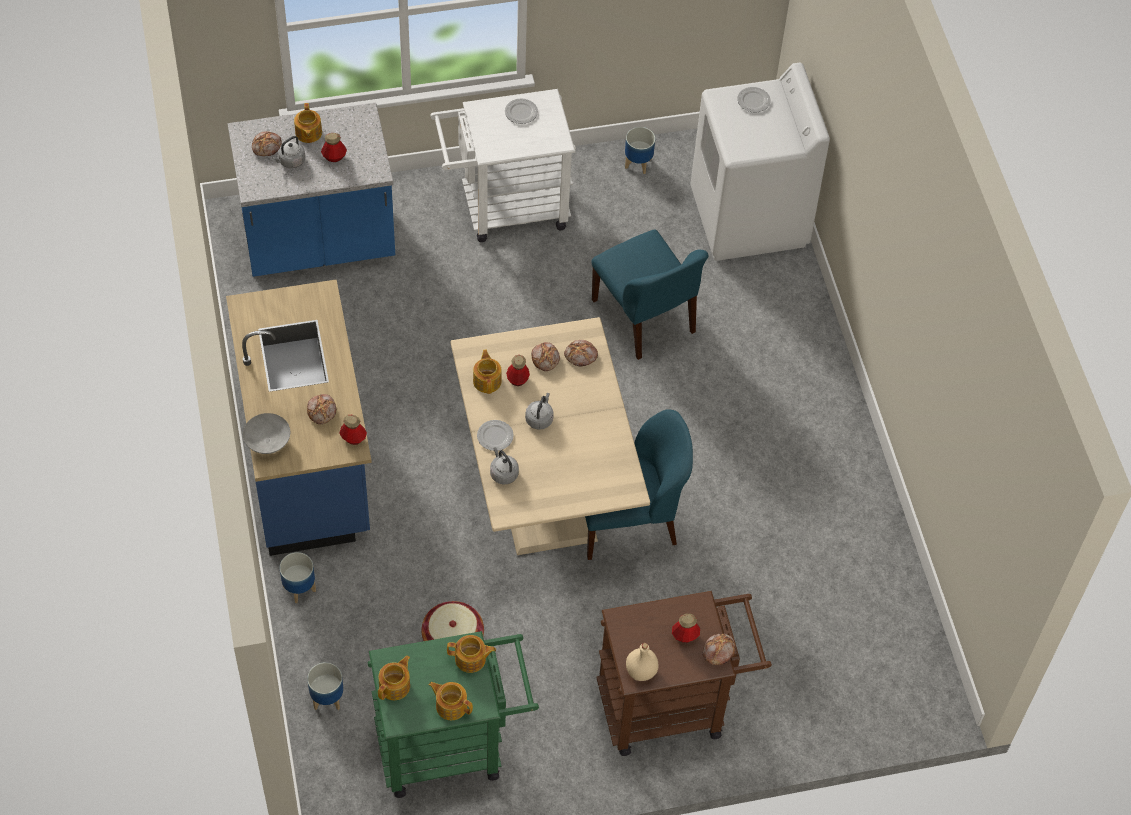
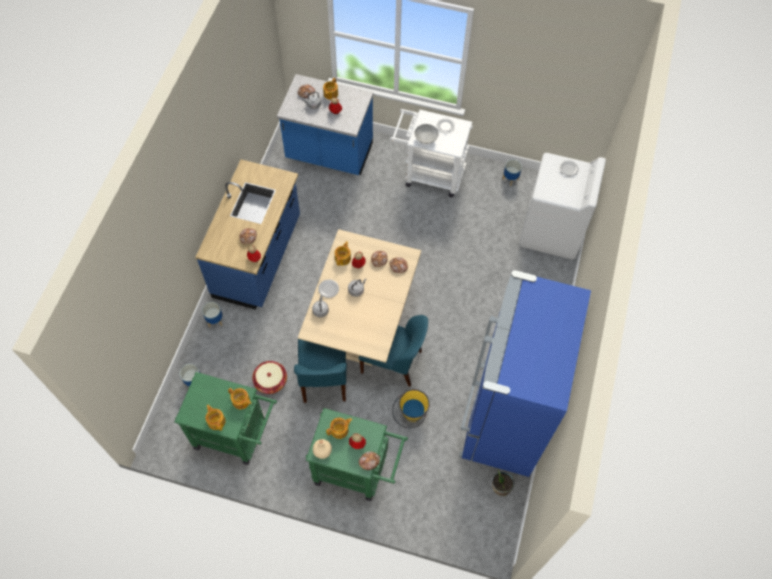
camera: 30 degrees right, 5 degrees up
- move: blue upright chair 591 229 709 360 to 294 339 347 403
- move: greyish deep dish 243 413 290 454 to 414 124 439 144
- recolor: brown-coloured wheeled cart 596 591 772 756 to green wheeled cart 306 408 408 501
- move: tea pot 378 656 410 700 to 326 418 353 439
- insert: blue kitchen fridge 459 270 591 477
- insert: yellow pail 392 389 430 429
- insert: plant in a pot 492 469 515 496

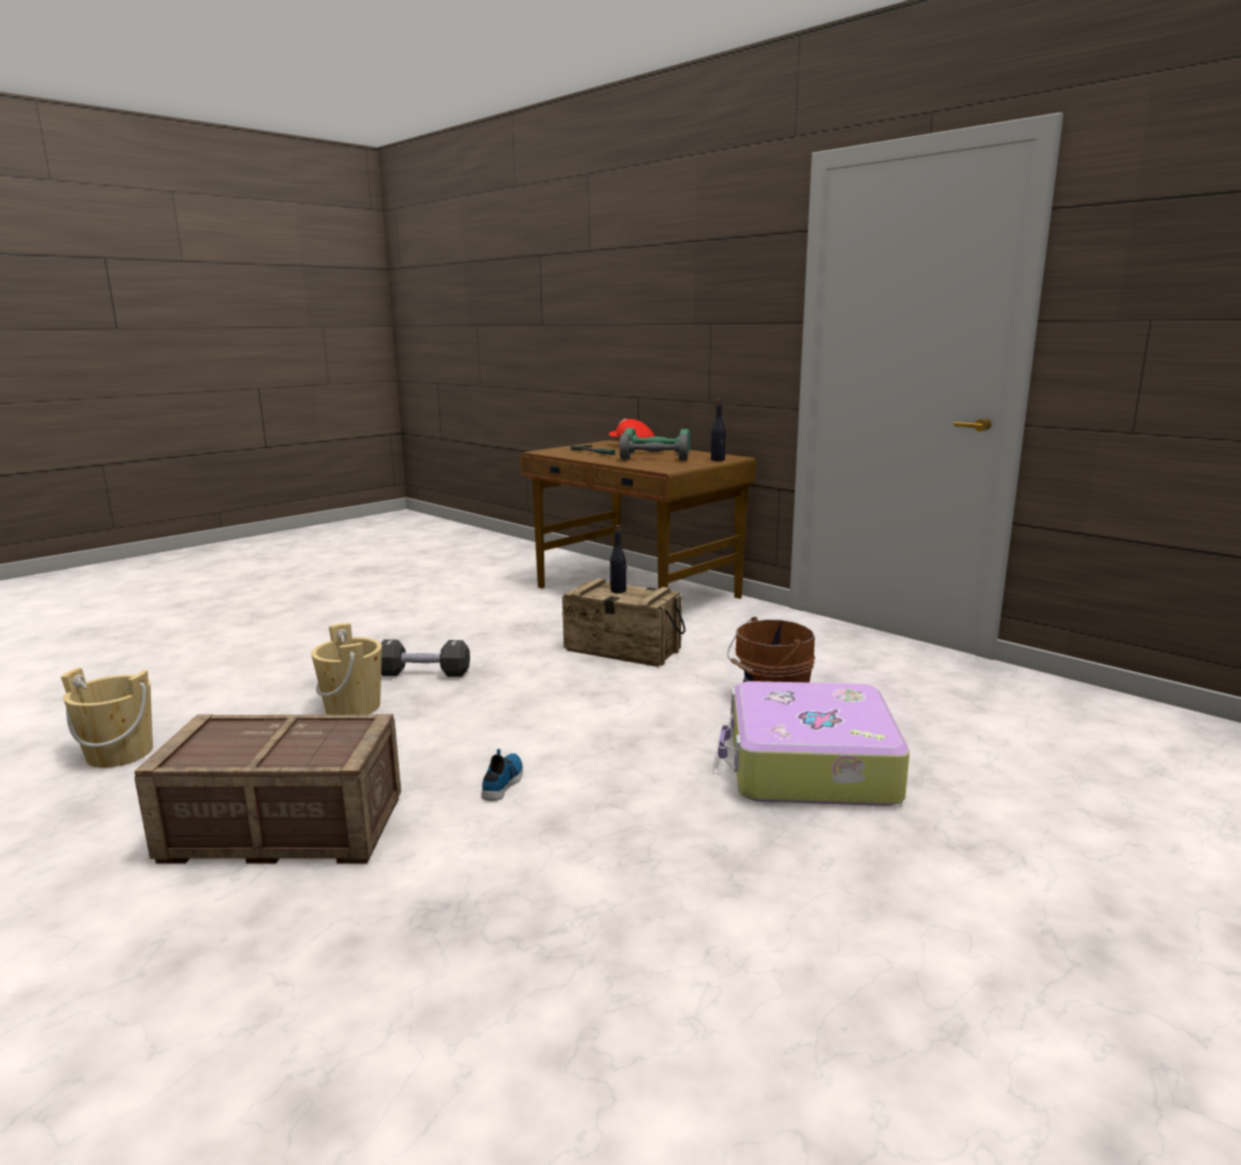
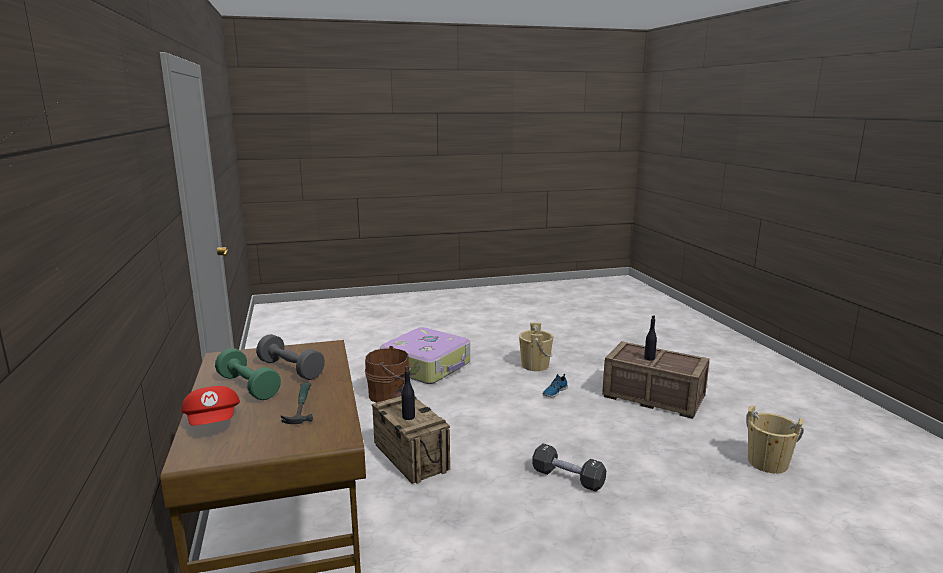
camera: 150 degrees left, 0 degrees up
- move: black beverage bottle 711 398 726 461 to 644 315 657 360
- move: beige-coloured pail 311 623 382 715 to 519 322 553 371

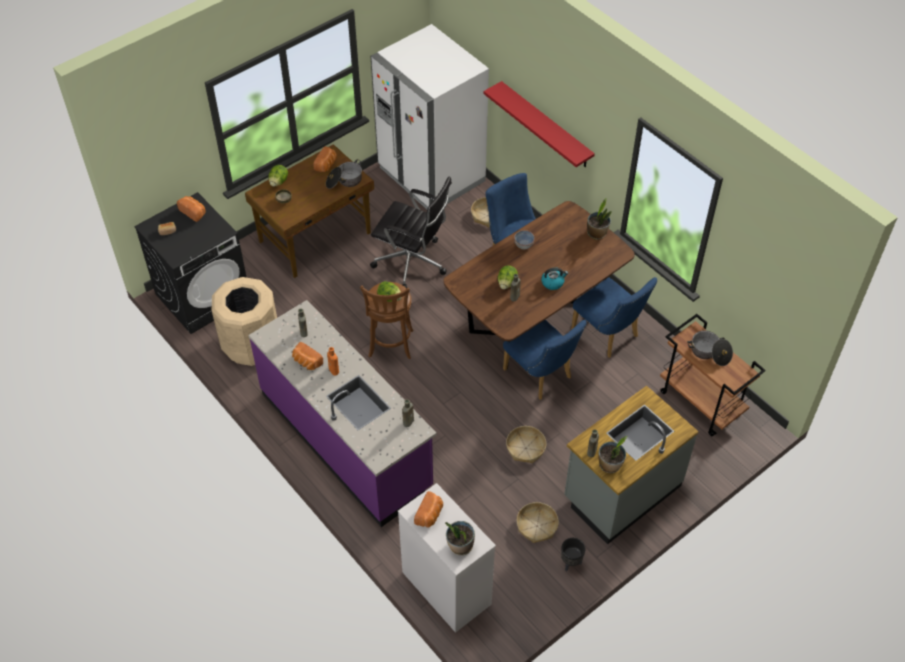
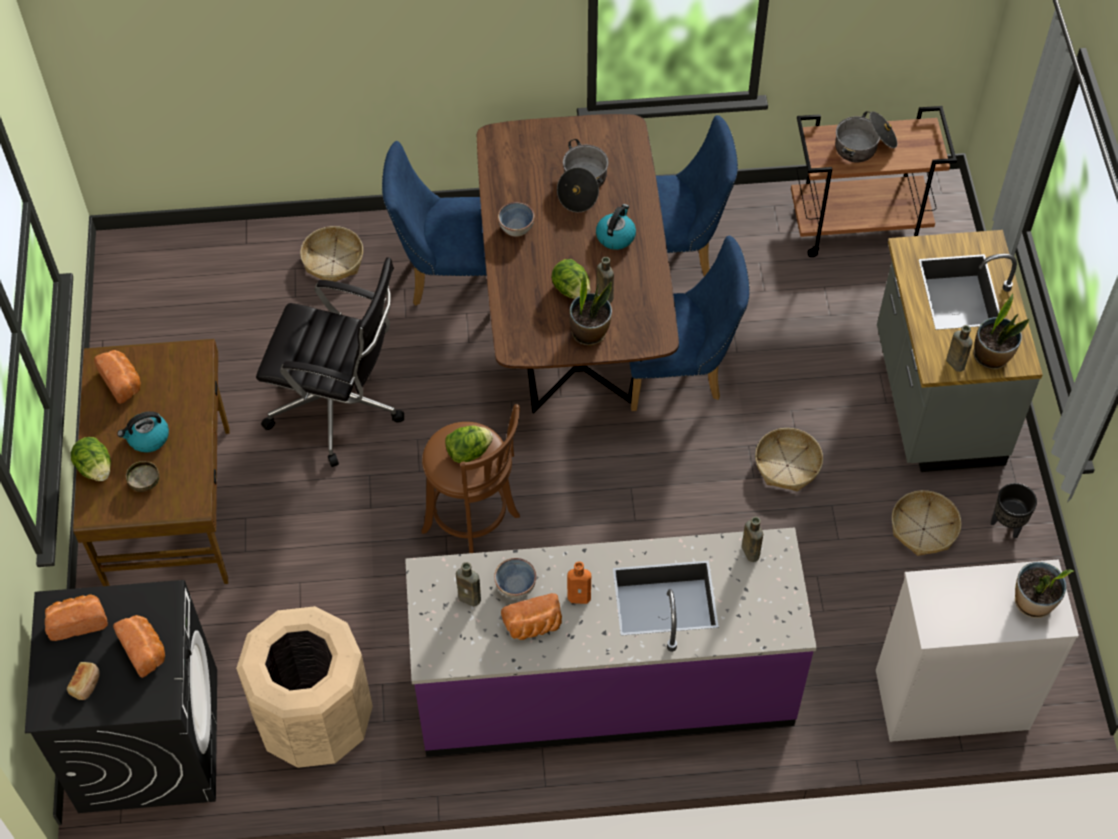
camera: 55 degrees left, 5 degrees up
- delete: white kitchen fridge 371 24 489 209
- delete: reddish bracket shelf 483 81 595 167
- move: cooking pot 326 159 362 189 to 557 139 609 212
- rotate: black office chair 370 176 452 288 = 256 257 404 467 45 degrees clockwise
- move: plant in a pot 587 198 612 240 to 569 271 612 346
- move: bakery bread 414 491 443 527 to 113 615 165 678
- insert: kettle 117 411 169 453
- insert: deep dish 494 558 536 599

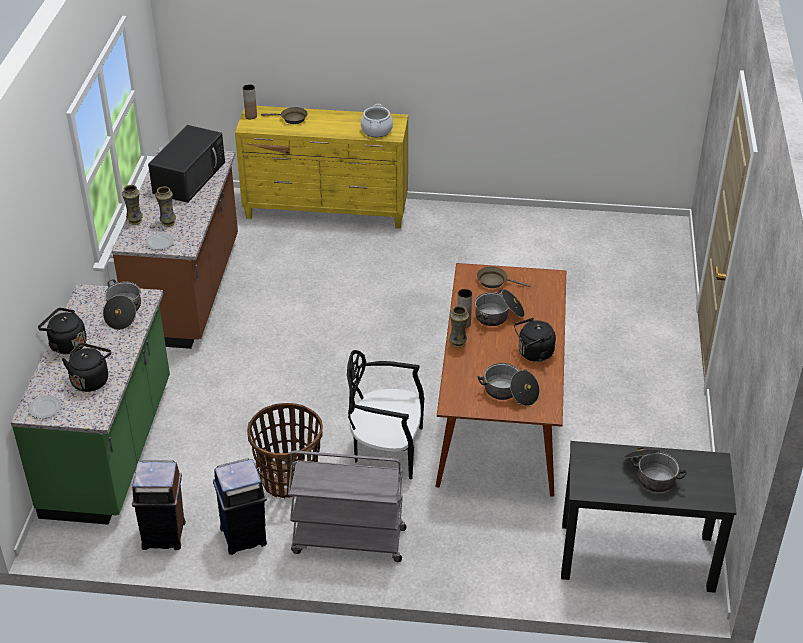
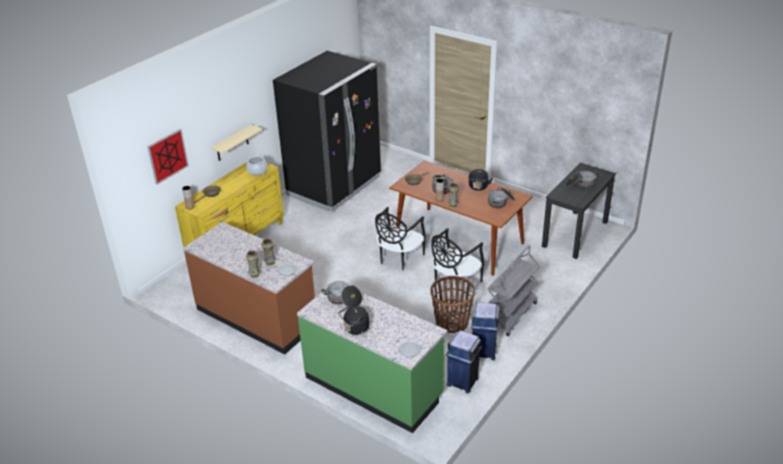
camera: 60 degrees left, 5 degrees down
- delete: black microwave oven 148 125 225 203
- delete: black kettle 62 343 111 392
- recolor: brown-coloured waste bin 132 460 186 550 to blue waste bin 446 330 482 393
- insert: black kitchen fridge 273 51 381 212
- insert: beige-coloured bracket shelf 211 124 262 161
- insert: wall art 147 129 189 184
- insert: black upright chair 375 207 425 270

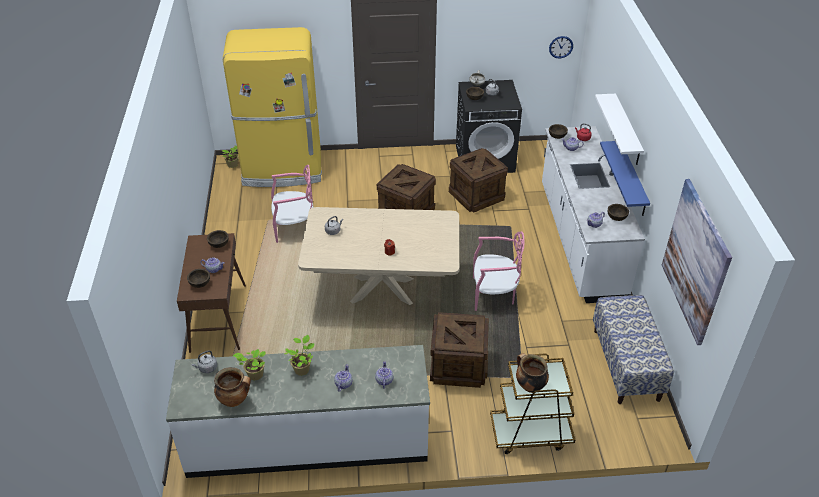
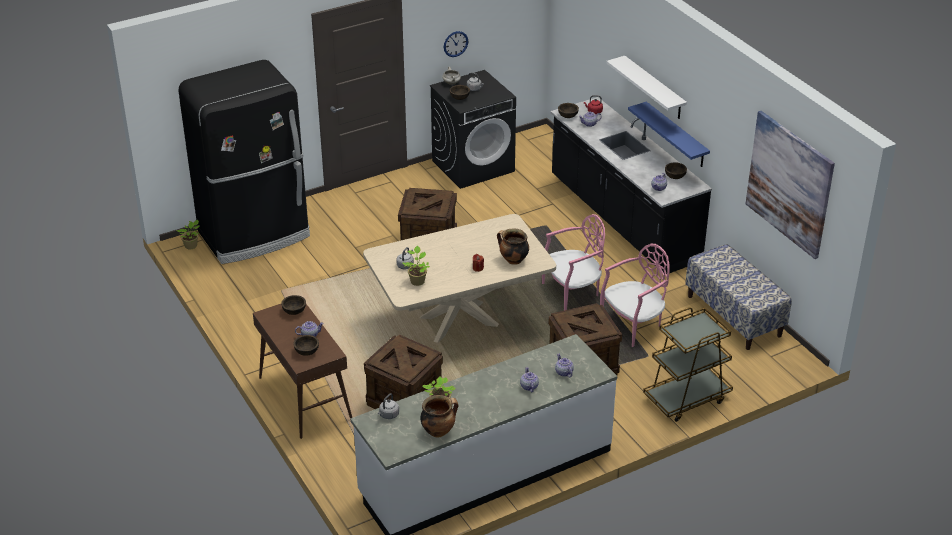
camera: 25 degrees left, 5 degrees down
- recolor: yellow kitchen fridge 223 27 322 187 to black kitchen fridge 179 60 310 264
- move: wall clock 549 36 573 59 to 444 31 468 57
- recolor: white kitchen base unit 542 126 645 303 to black kitchen base unit 550 97 712 274
- move: crate 449 148 508 212 to 364 335 443 409
- move: pink-coloured upright chair 271 165 313 243 to 600 244 670 347
- move: plant in a pot 284 335 315 376 to 403 246 430 286
- move: cooking pot 516 353 549 393 to 497 228 529 265

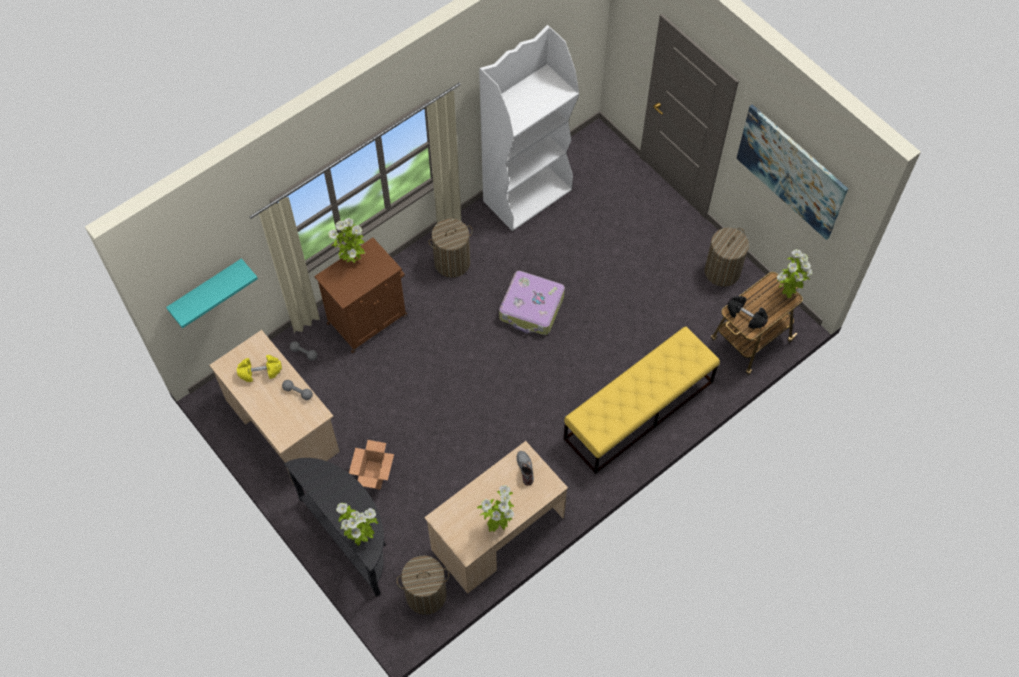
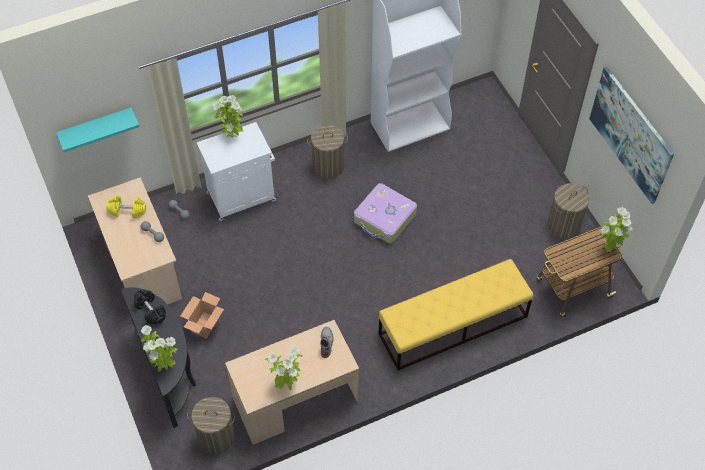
camera: 15 degrees right, 5 degrees down
- recolor: brown-coloured storage cabinet 314 238 407 353 to white storage cabinet 197 122 276 221
- move: black dumbbell 727 296 768 329 to 134 289 166 325

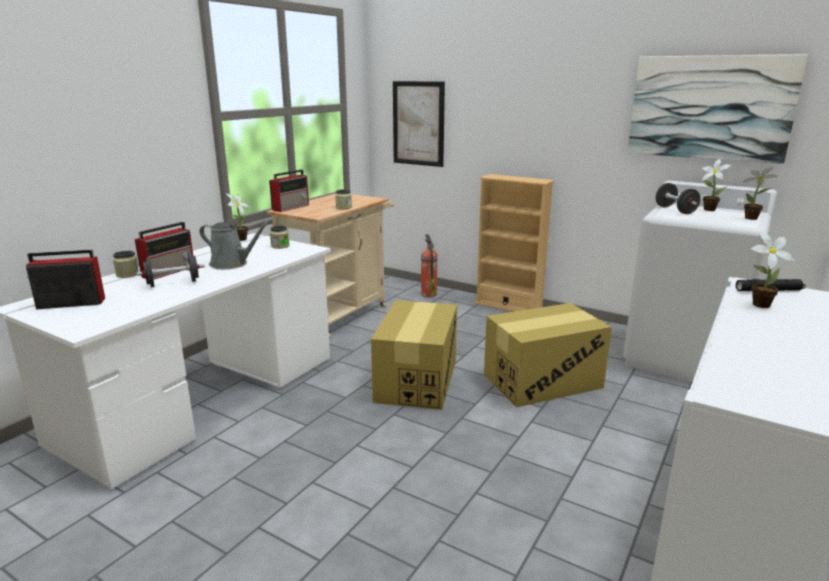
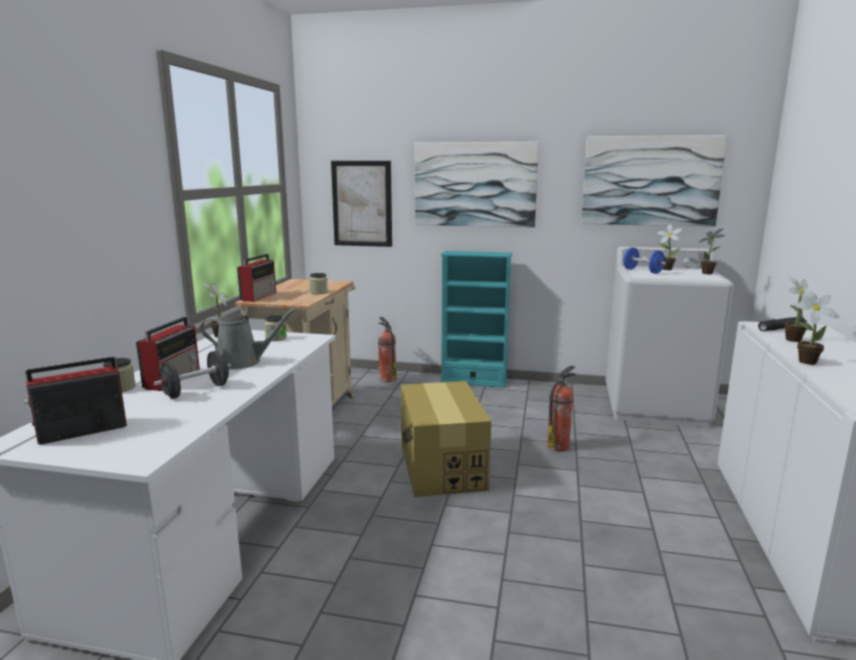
camera: 20 degrees left, 5 degrees down
- recolor: beige-coloured shelving unit 475 174 554 312 to blue-green shelving unit 440 251 512 388
- recolor: black dumbbell 655 183 701 214 to blue dumbbell 623 248 666 274
- replace: cardboard box 484 303 612 407 to extinguisher 547 366 576 452
- insert: wall art 415 142 539 227
- insert: plant in a pot 794 289 839 365

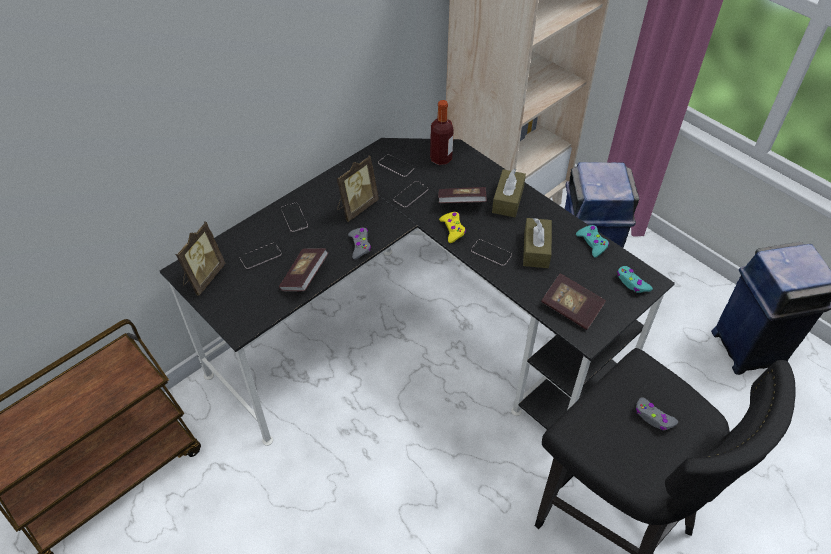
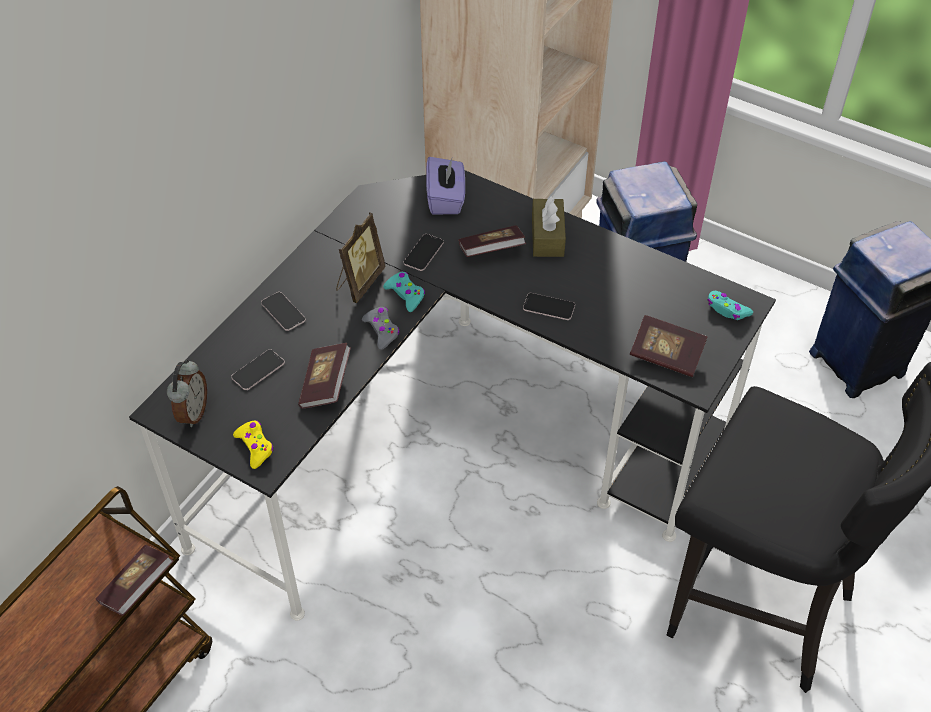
camera: 15 degrees left, 0 degrees up
- replace: beverage bottle 430 100 454 165 to purple tissue holder 426 157 465 215
- delete: handset 378 154 414 177
- move: yellow game controller 439 212 466 243 to 233 421 273 469
- delete: brown-coloured tissue holder 523 218 552 268
- replace: standing frame 176 221 225 296 to bedside clock 167 359 207 427
- move: blue-green game controller 576 225 609 258 to 383 272 425 312
- delete: greyish game controller 636 397 678 431
- insert: volume 96 545 174 616

